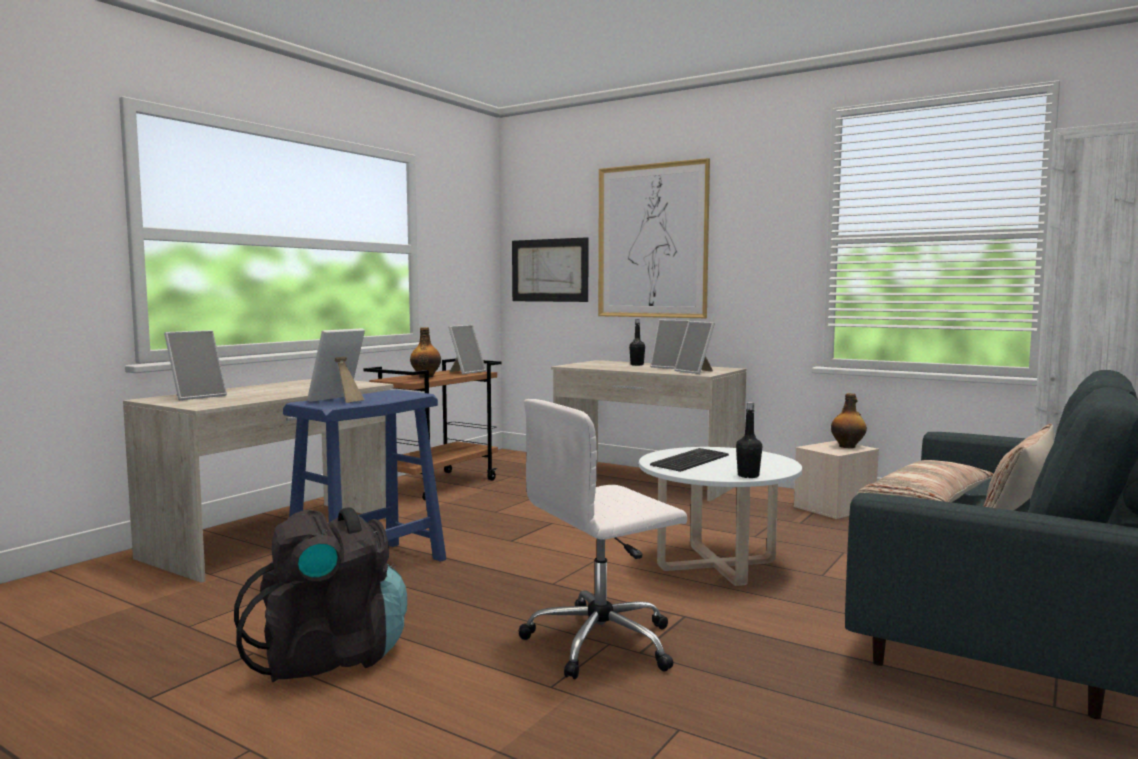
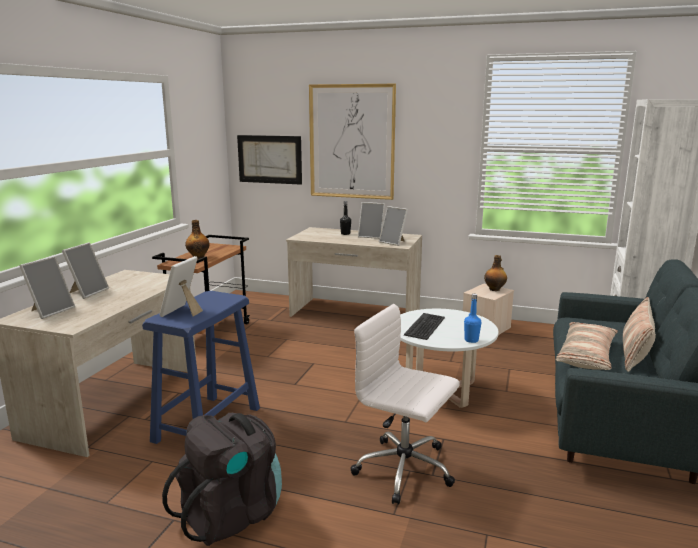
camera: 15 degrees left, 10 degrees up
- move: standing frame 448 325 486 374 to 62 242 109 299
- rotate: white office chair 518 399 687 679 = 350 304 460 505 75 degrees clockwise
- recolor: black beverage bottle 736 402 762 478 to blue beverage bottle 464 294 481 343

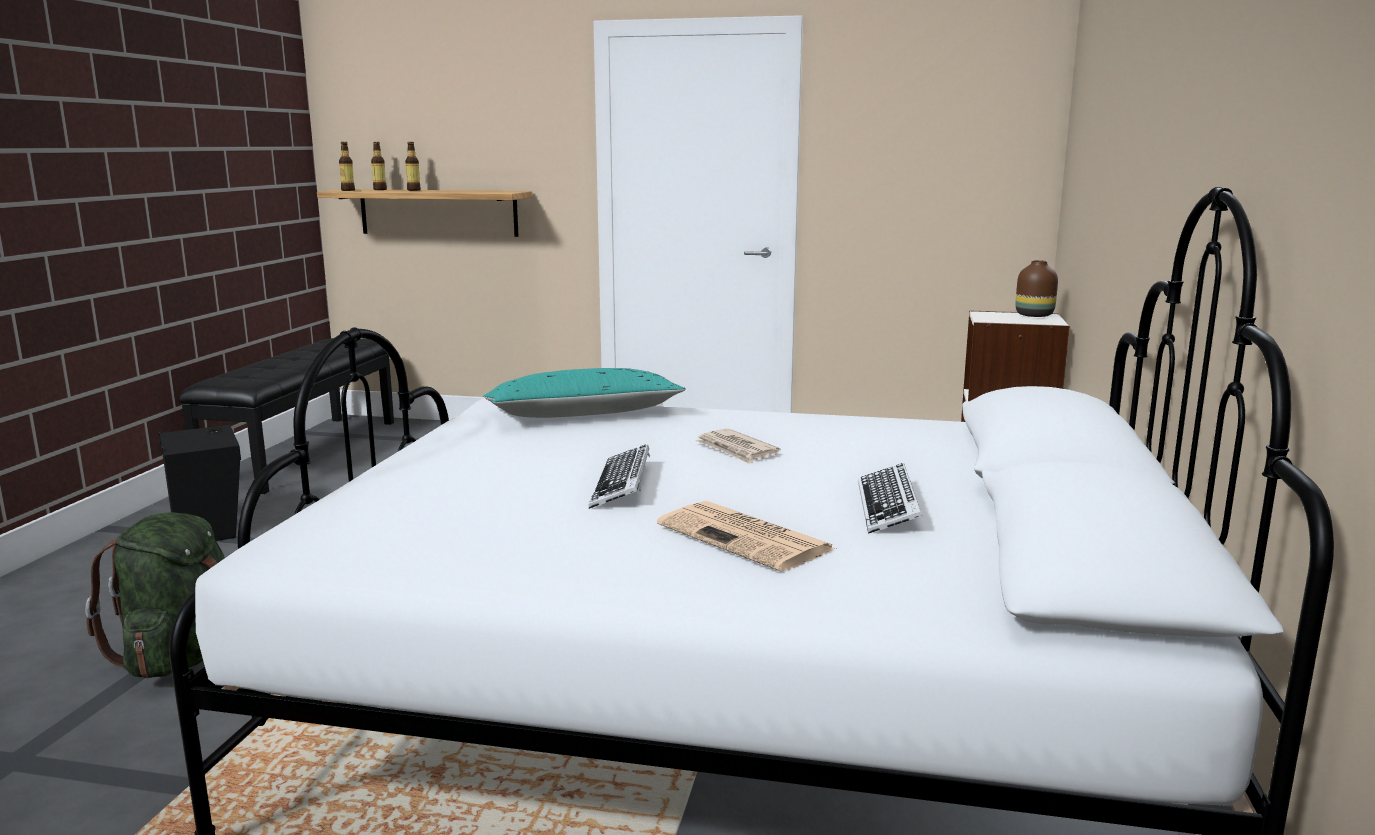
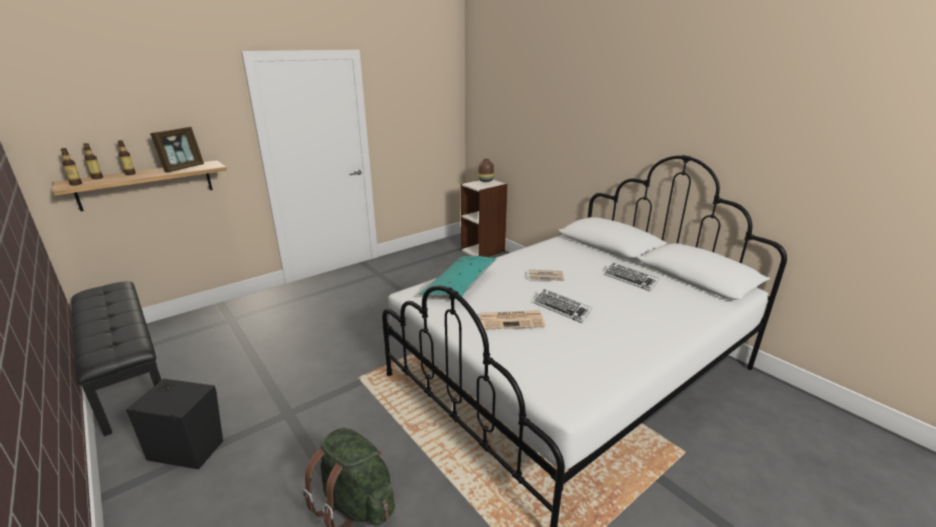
camera: 50 degrees left, 10 degrees up
- move: newspaper 657 501 836 572 to 480 310 546 330
- insert: standing frame 150 127 204 172

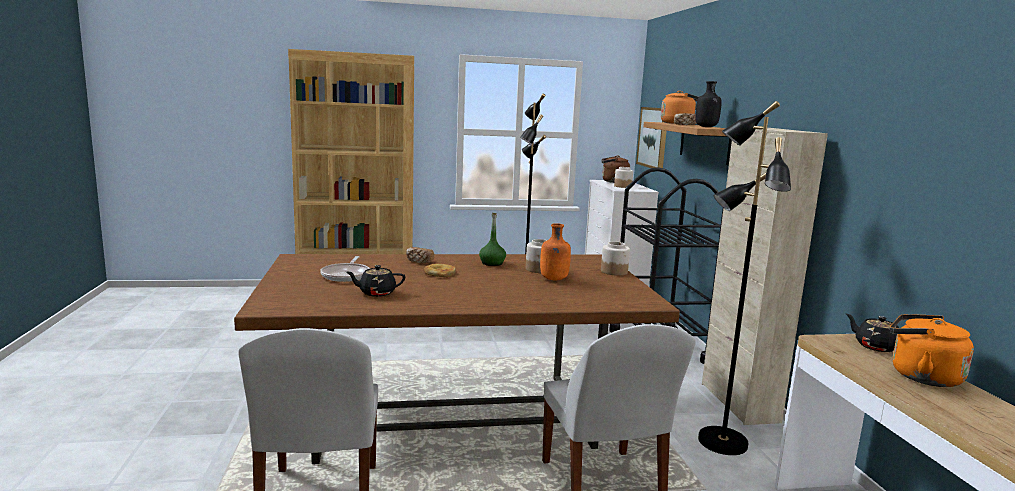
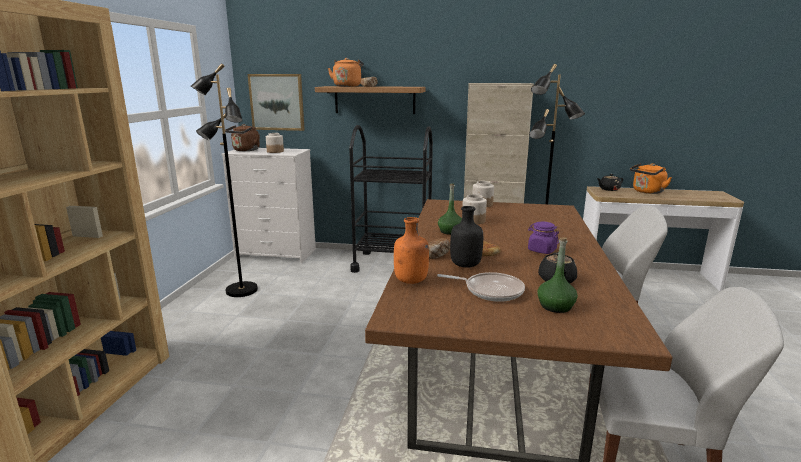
camera: 70 degrees left, 5 degrees up
- move: black beverage bottle 696 81 722 127 to 450 206 483 268
- move: orange beverage bottle 540 223 571 280 to 394 217 429 284
- insert: purple storage jar 528 222 559 254
- insert: green beverage bottle 537 237 578 313

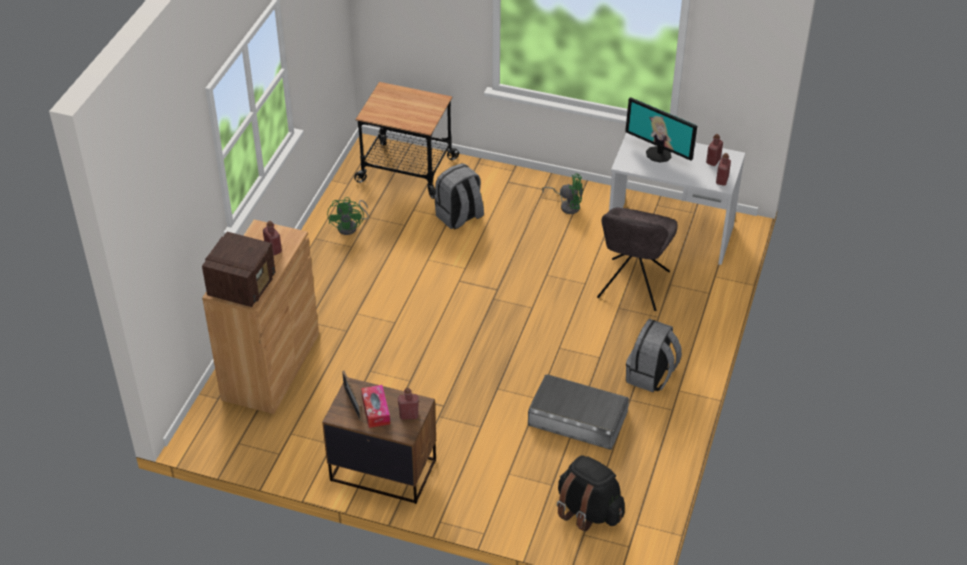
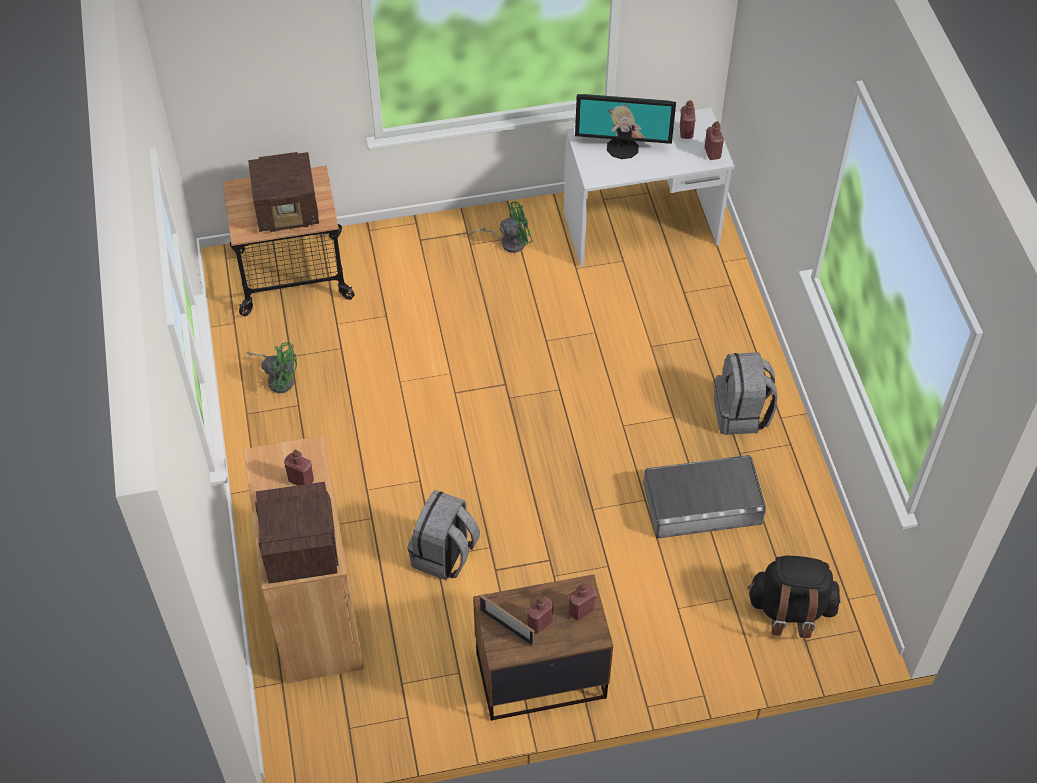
camera: 30 degrees left, 10 degrees up
- move: greyish knapsack 434 163 484 229 to 407 490 480 580
- rotate: green fan 327 197 369 235 = 247 342 297 393 45 degrees counterclockwise
- delete: greyish upright chair 597 207 678 311
- replace: tissue holder 361 385 390 428 to reddish beverage bottle 527 596 553 634
- insert: radio 248 152 319 232

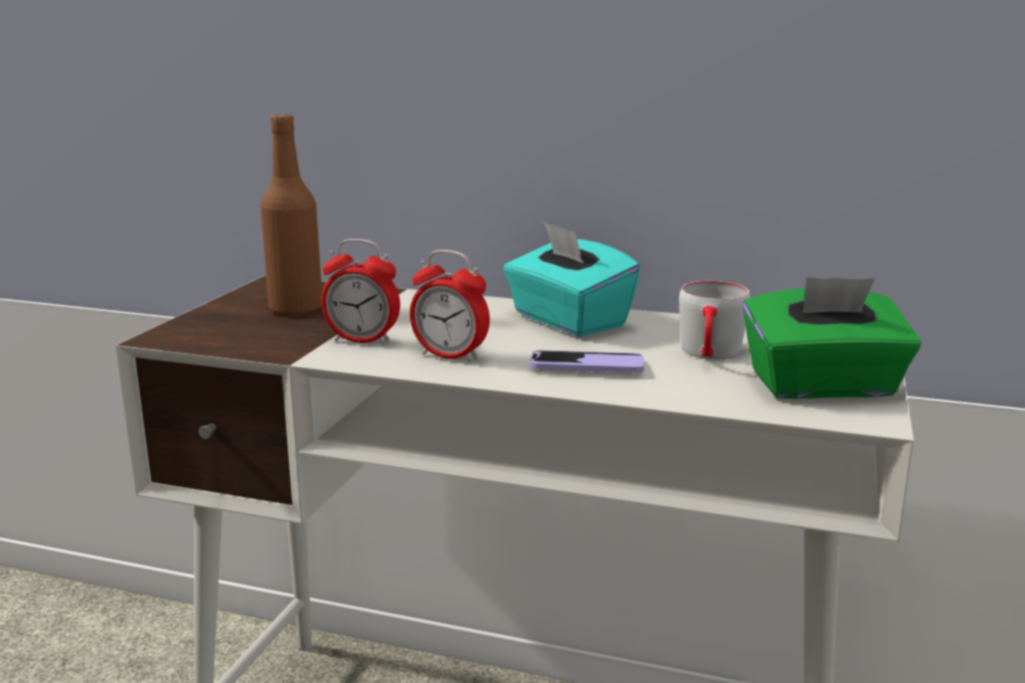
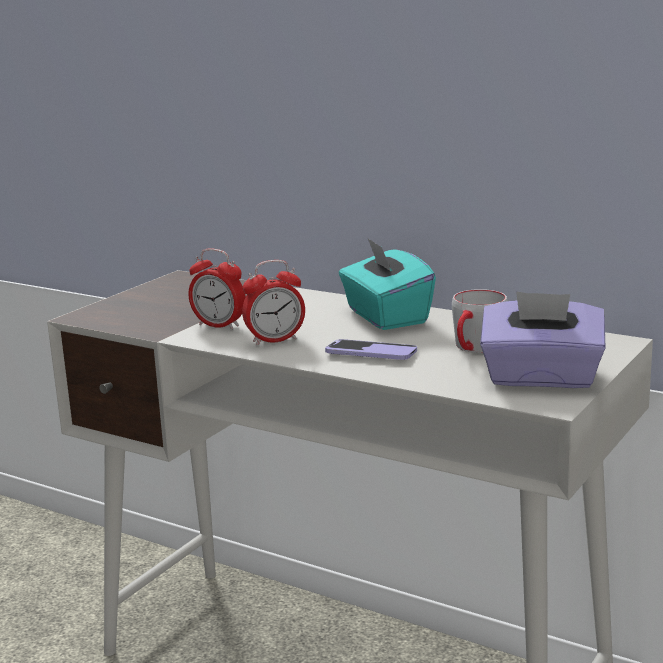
camera: 15 degrees right, 0 degrees up
- delete: brown-coloured beverage bottle 260 114 322 316
- rotate: bedside clock 410 250 490 362 = 242 260 305 346 60 degrees counterclockwise
- recolor: green tissue holder 743 277 921 399 to purple tissue holder 480 291 605 388

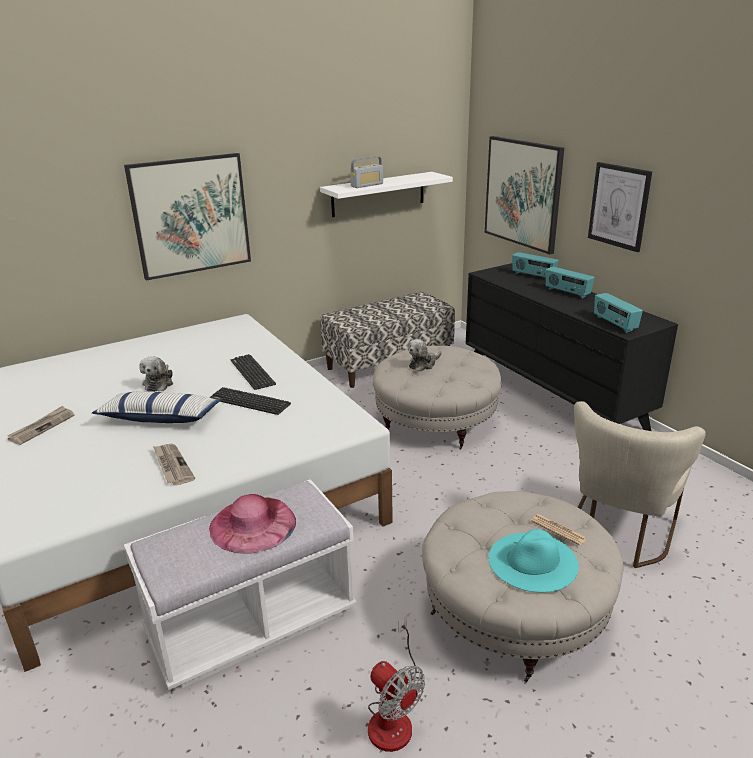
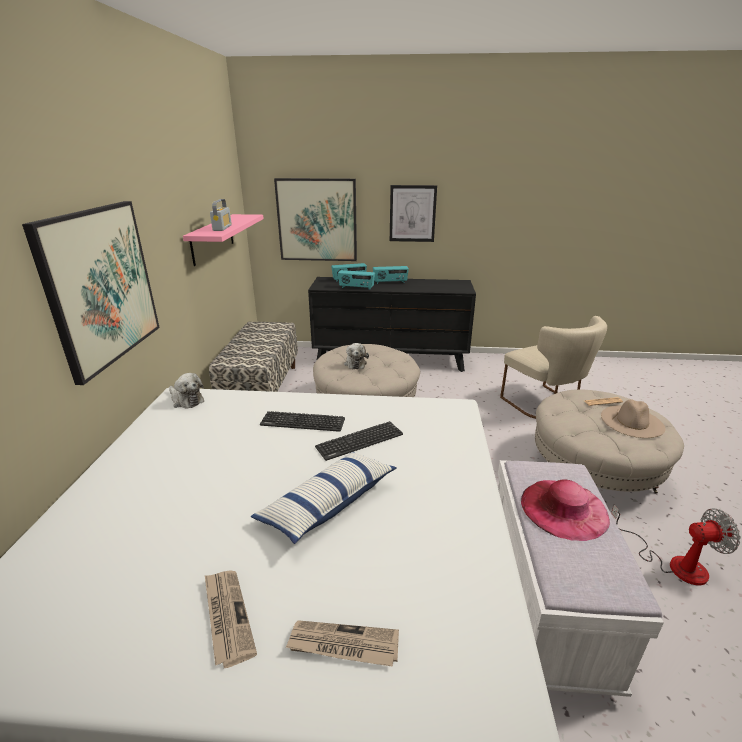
camera: 55 degrees left, 0 degrees up
- recolor: white bracket shelf 320 172 453 217 to pink-coloured bracket shelf 183 214 264 266
- move: radio 594 293 643 333 to 338 270 375 290
- move: cuddly toy 139 356 173 392 to 169 373 204 409
- move: newspaper 153 444 195 486 to 286 620 399 667
- recolor: blue-green hat 489 529 579 592 to beige-coloured hat 601 399 665 438

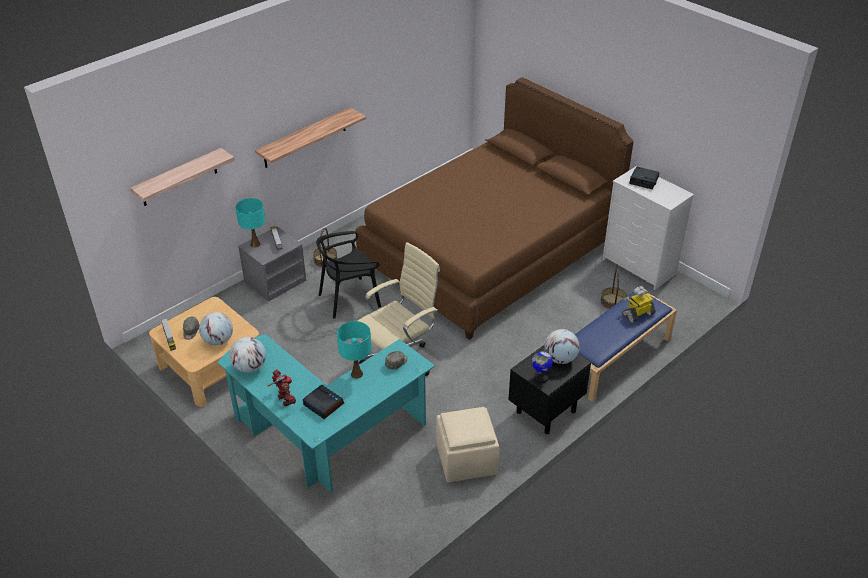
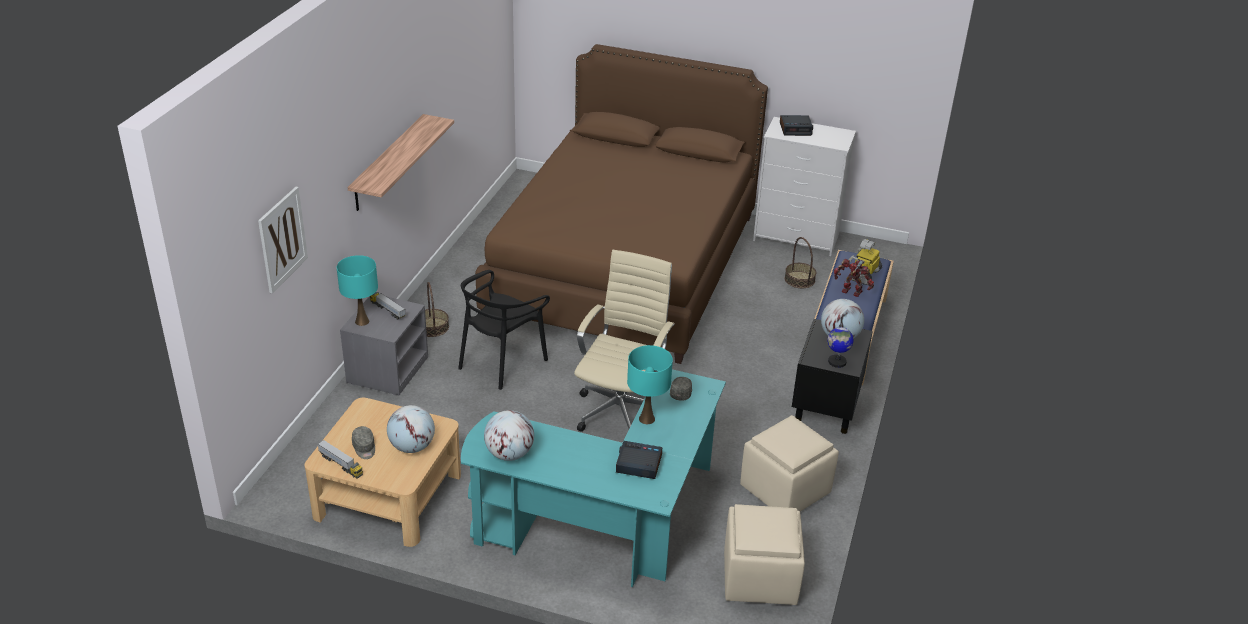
camera: 30 degrees left, 5 degrees down
- replace: bracket shelf 130 148 235 206 to wall art 258 187 308 293
- move: toy robot 267 370 296 406 to 834 259 874 297
- insert: beige-coloured pouffe 724 504 805 605

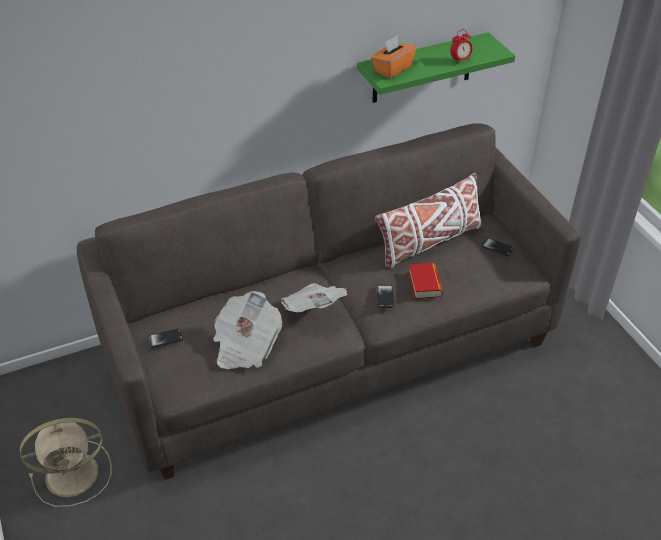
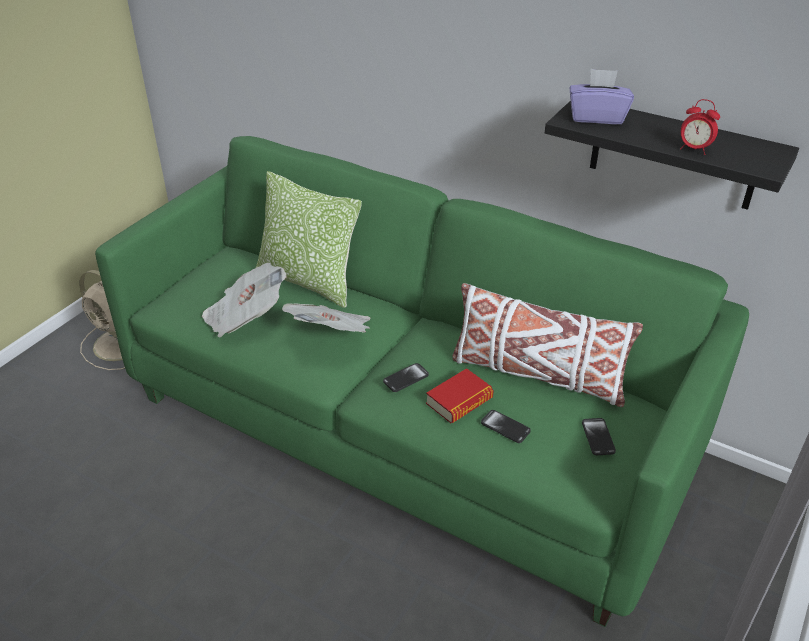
camera: 55 degrees right, 5 degrees down
- recolor: green bracket shelf 357 32 515 103 to black bracket shelf 545 100 799 210
- recolor: orange tissue holder 371 36 417 78 to purple tissue holder 570 69 634 124
- recolor: greyish settee 77 123 581 480 to green settee 95 136 749 627
- move: handset 148 328 183 348 to 481 410 531 443
- insert: pillow 256 171 362 308

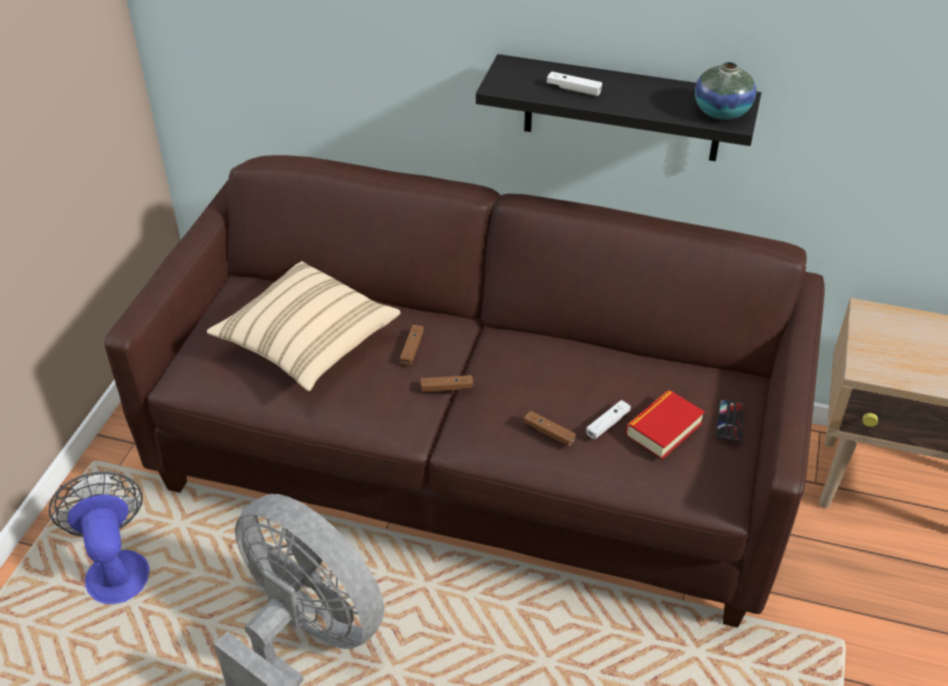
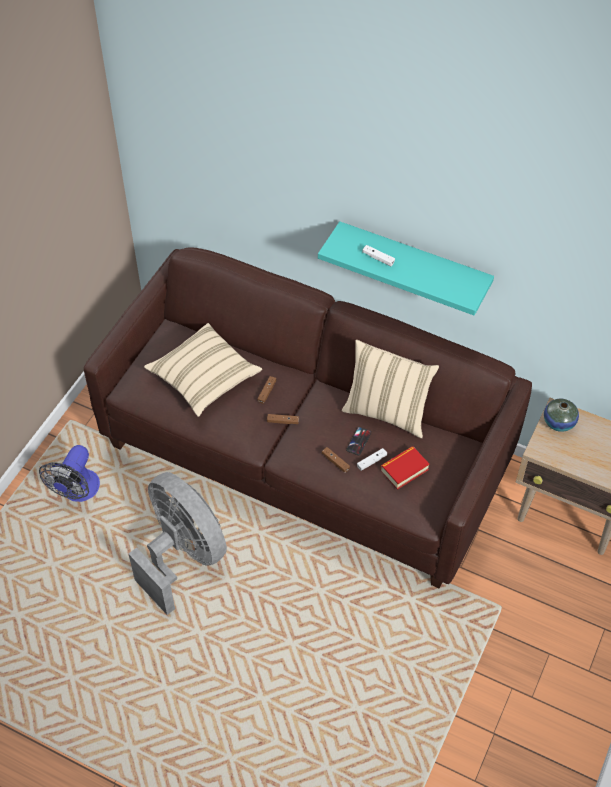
camera: 10 degrees right, 10 degrees up
- recolor: black bracket shelf 476 54 761 161 to blue-green bracket shelf 318 221 494 316
- move: vase 695 62 757 120 to 544 399 579 432
- move: handset 716 399 745 442 to 346 427 371 456
- rotate: fan 49 471 150 604 = 39 445 100 502 150 degrees counterclockwise
- insert: beige-coloured pillow 342 340 439 438

